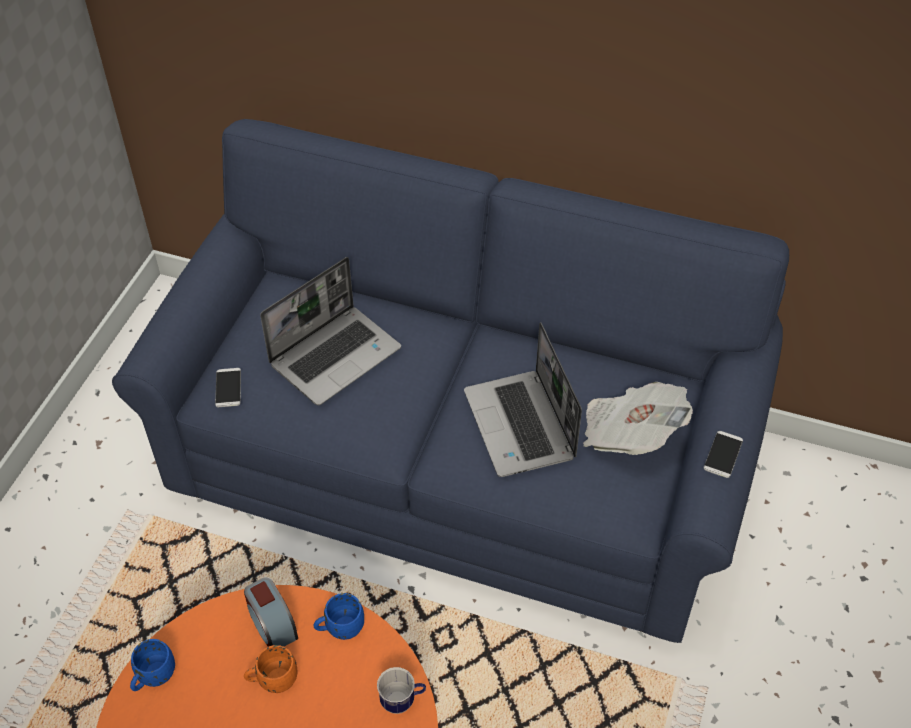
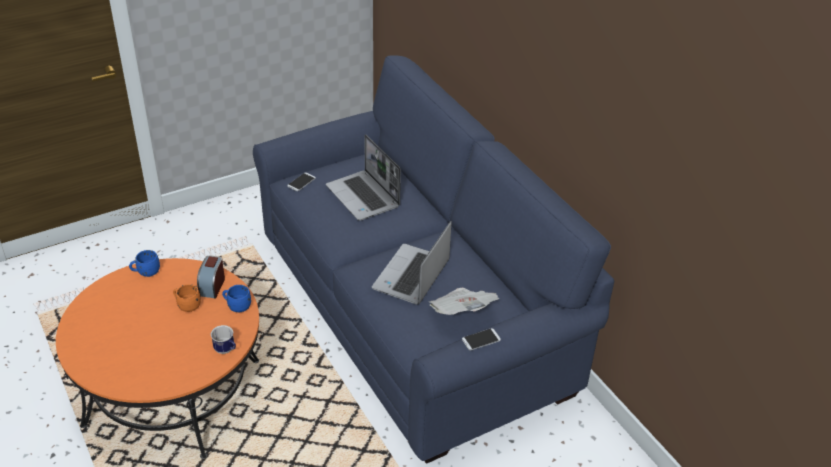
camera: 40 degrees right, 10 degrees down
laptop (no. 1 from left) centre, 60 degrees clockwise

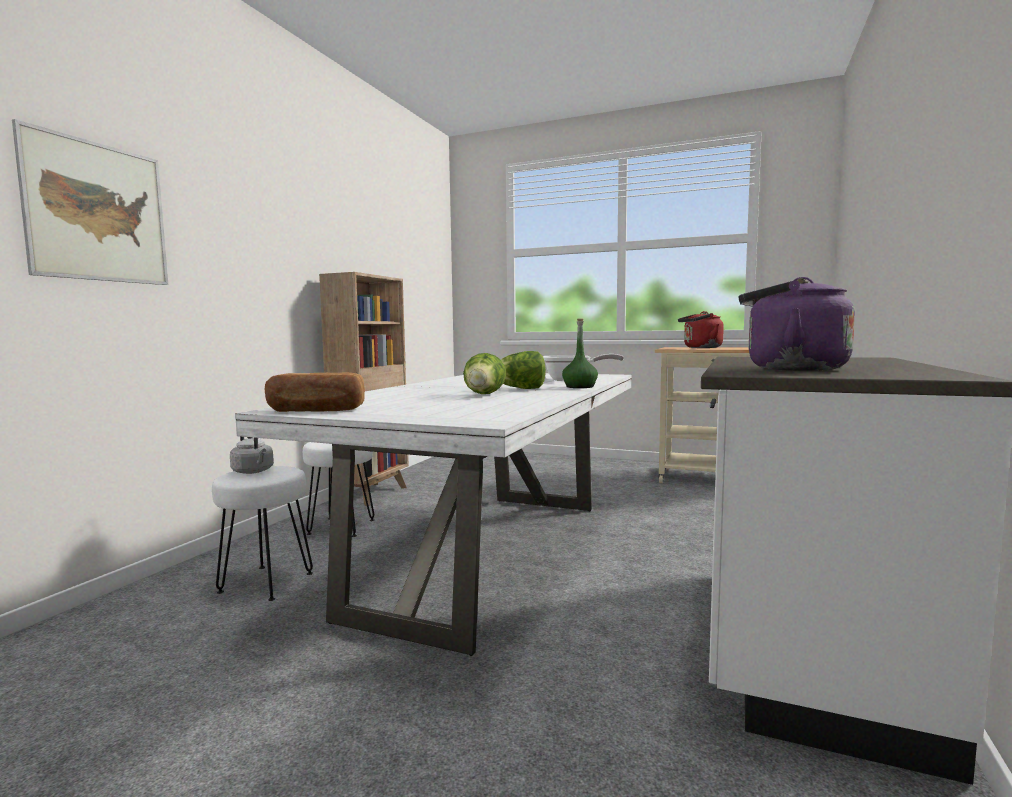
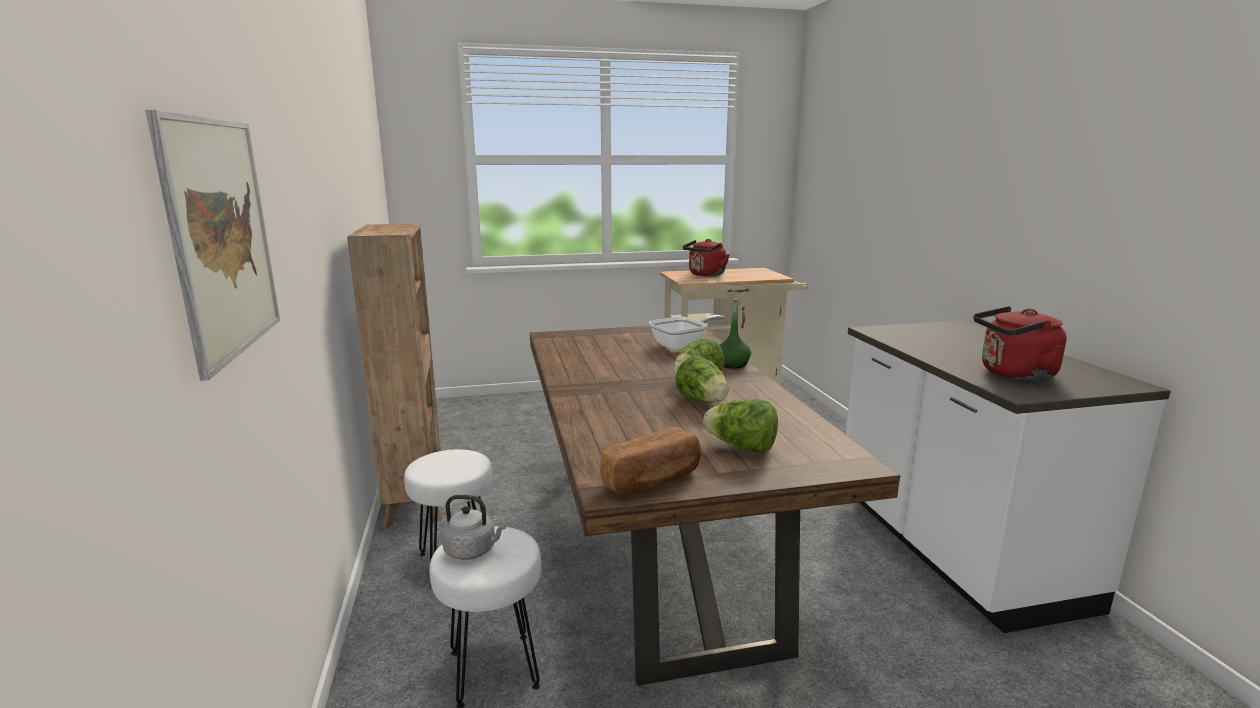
camera: 35 degrees left, 10 degrees up
none -> lettuce (no. 3 from left) centre
whitish kitchen table centre -> brown-coloured kitchen table bottom centre
purple water kettle middle right -> reddish water kettle (no. 2 from left) middle right

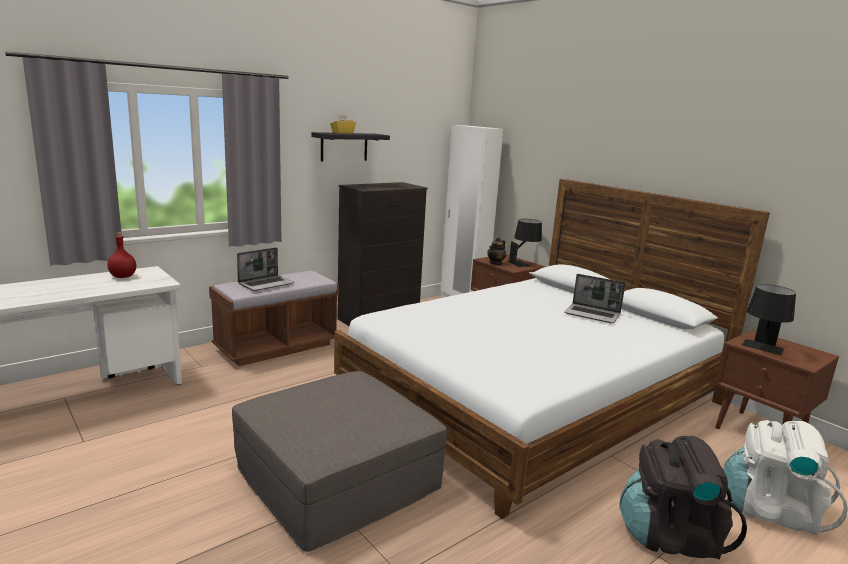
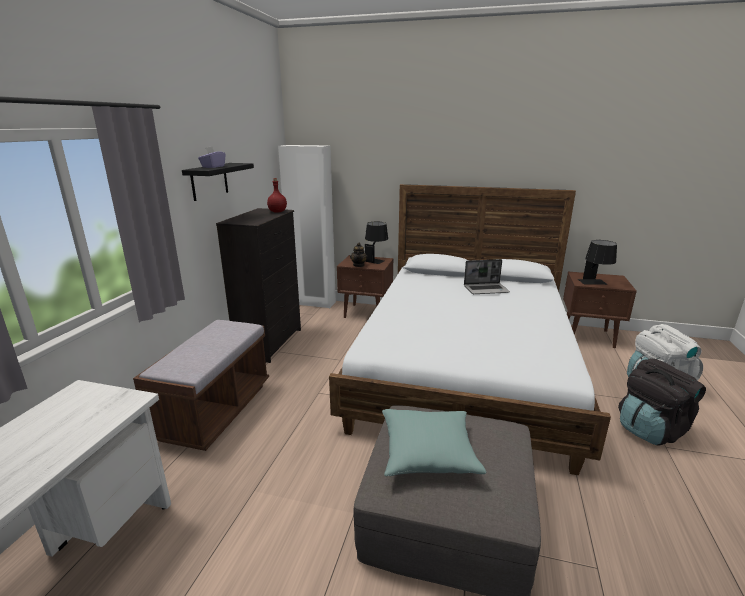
camera: 35 degrees left, 5 degrees up
laptop (no. 1 from left) middle left -> none
none -> blue-green throw pillow bottom centre
reddish bottle middle left -> reddish bottle top centre, shifted
yellowish tissue box top centre -> purple tissue box top left

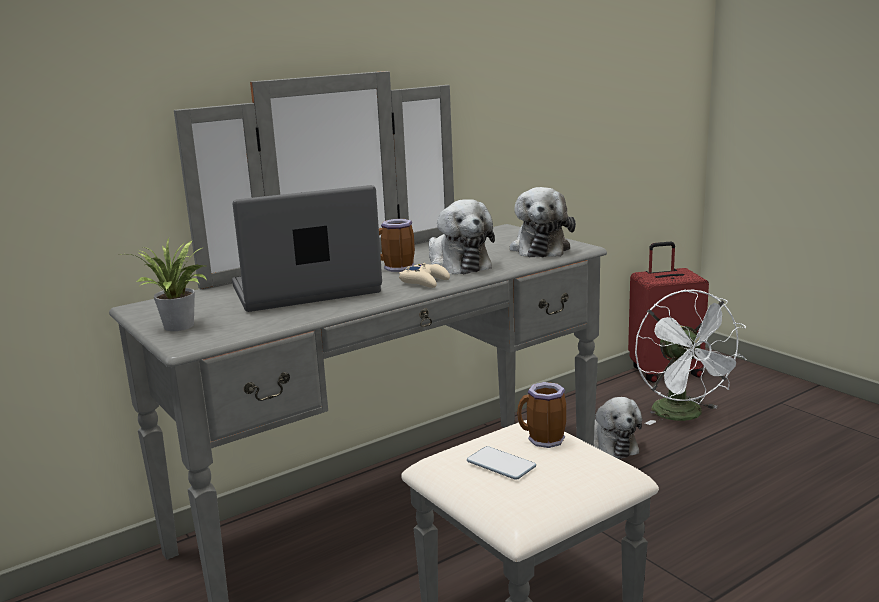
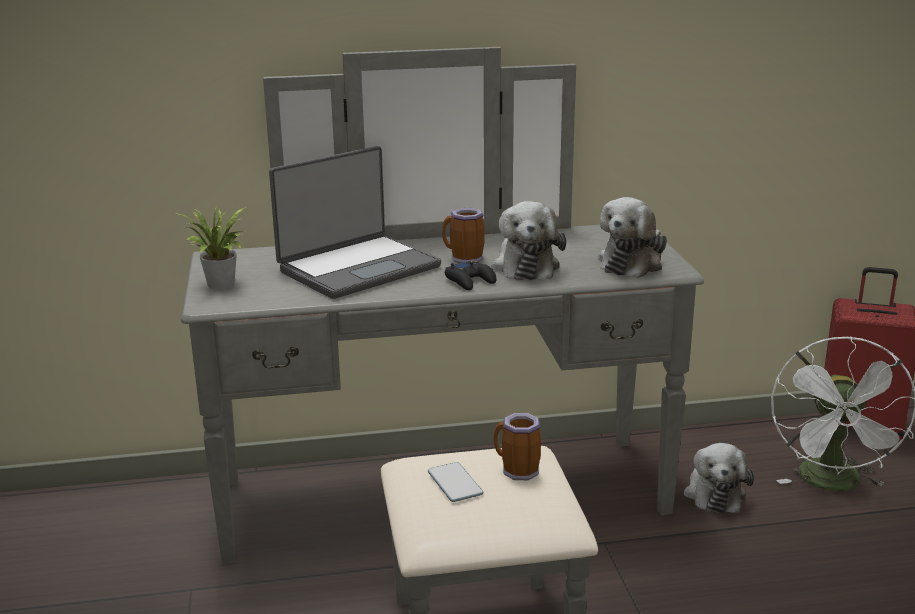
camera: 25 degrees right, 5 degrees up
sand-coloured gamepad centre -> black-coloured gamepad centre
laptop centre, 135 degrees clockwise

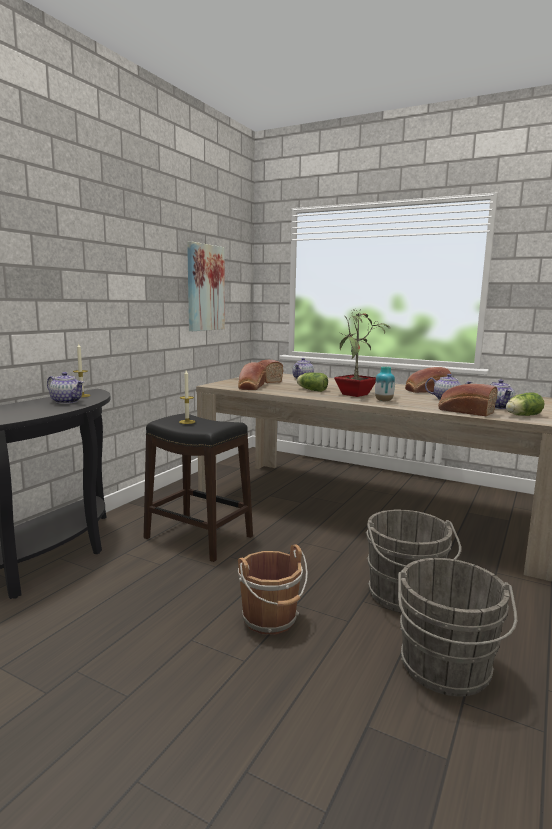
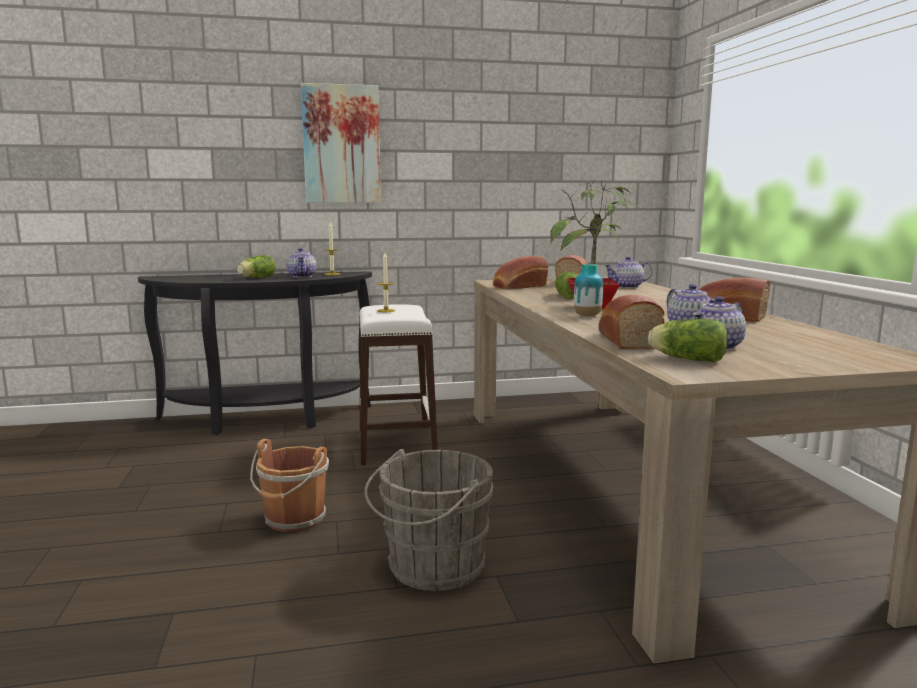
camera: 50 degrees right, 0 degrees up
gray water bucket (no. 2 from left) bottom right -> none
none -> lettuce (no. 1 from left) middle left
wall picture centre -> wall picture top centre, shifted
black-coloured stool seat centre -> whitish stool seat centre

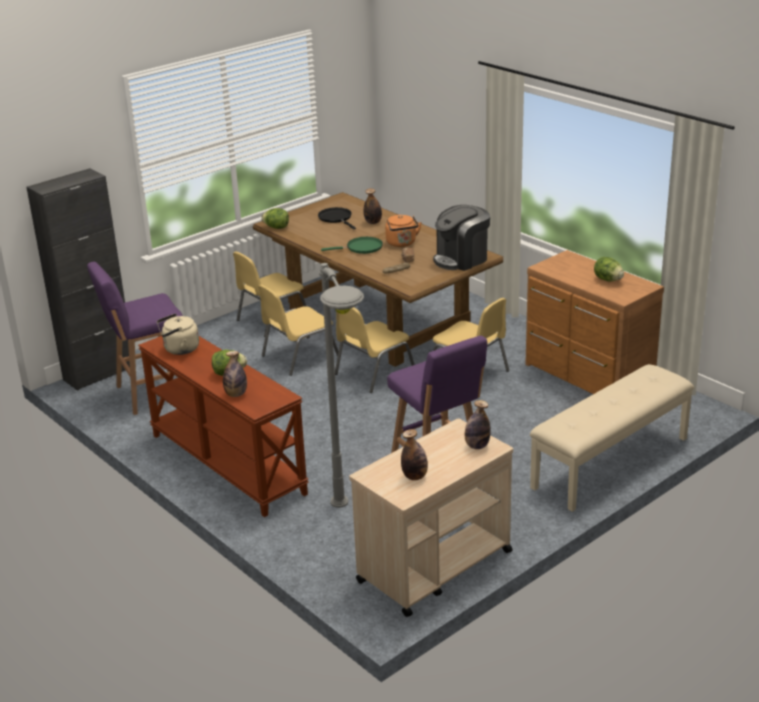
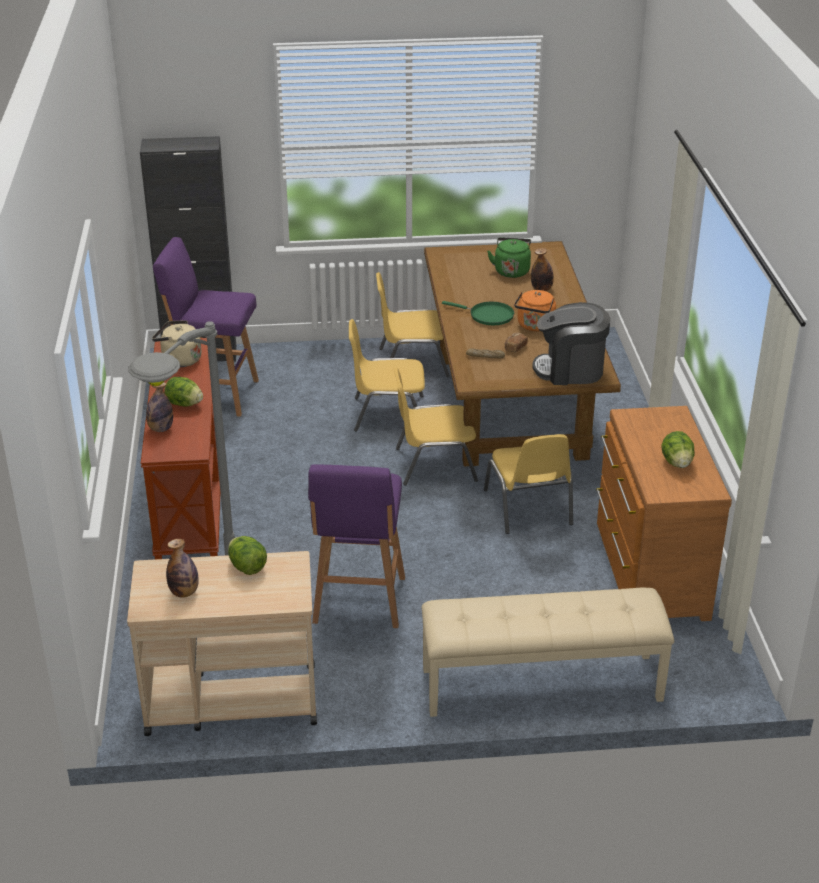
camera: 35 degrees right, 5 degrees up
bottle (no. 4 from left) centre -> none
lettuce (no. 2 from left) top centre -> lettuce (no. 2 from left) middle left, shifted
black-coloured skillet top centre -> green-coloured water kettle top centre

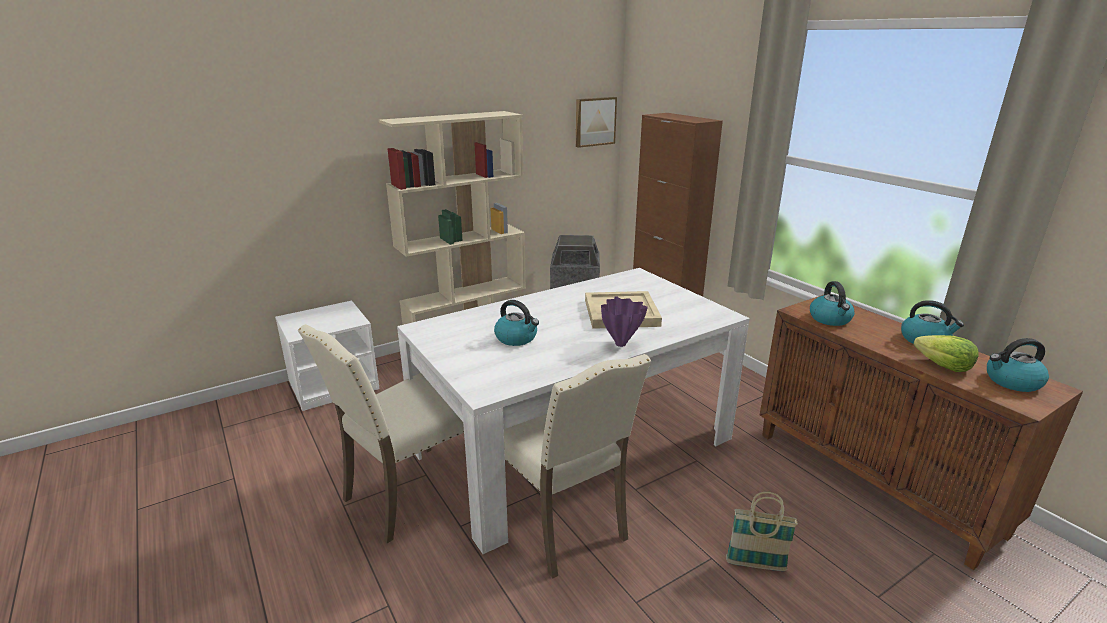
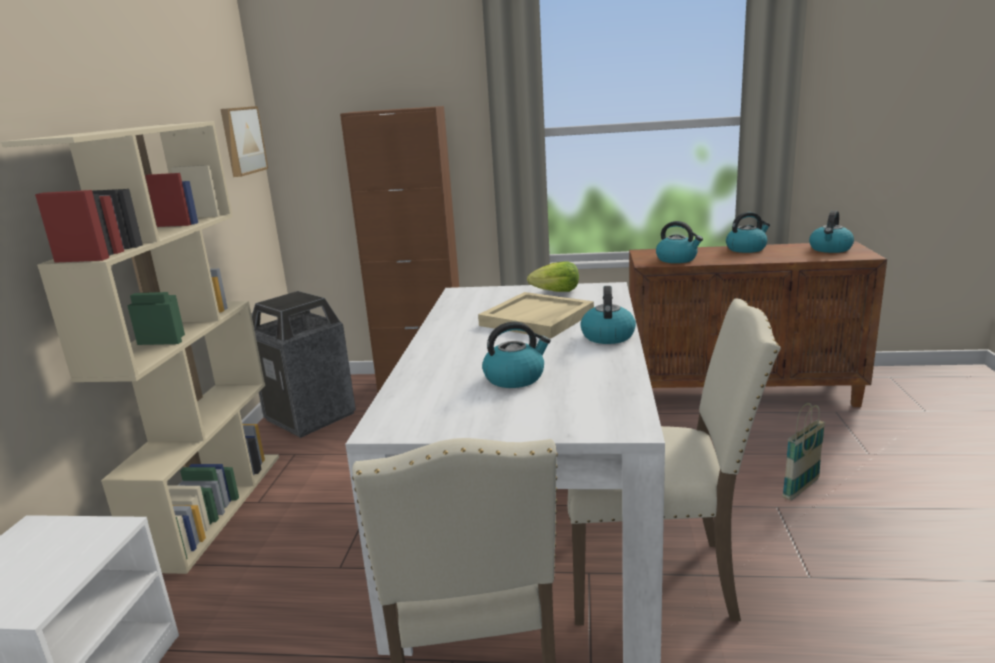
camera: 50 degrees left, 5 degrees down
lettuce middle right -> lettuce centre, shifted
purple flower vase centre -> water kettle (no. 2 from left) centre

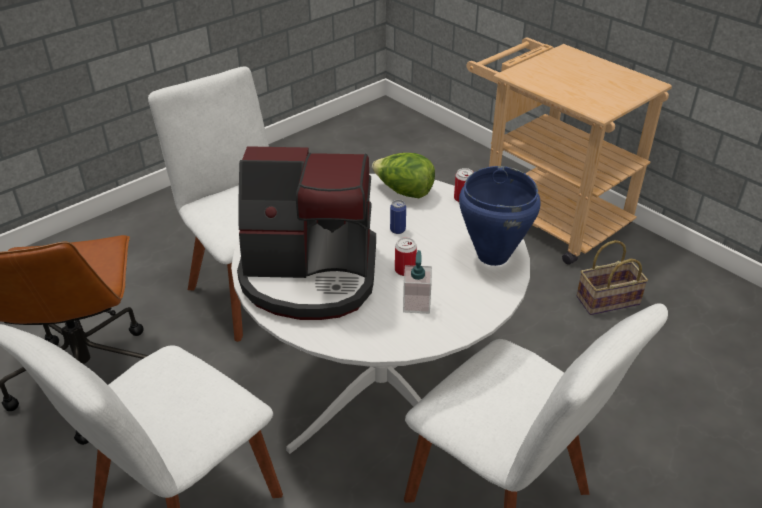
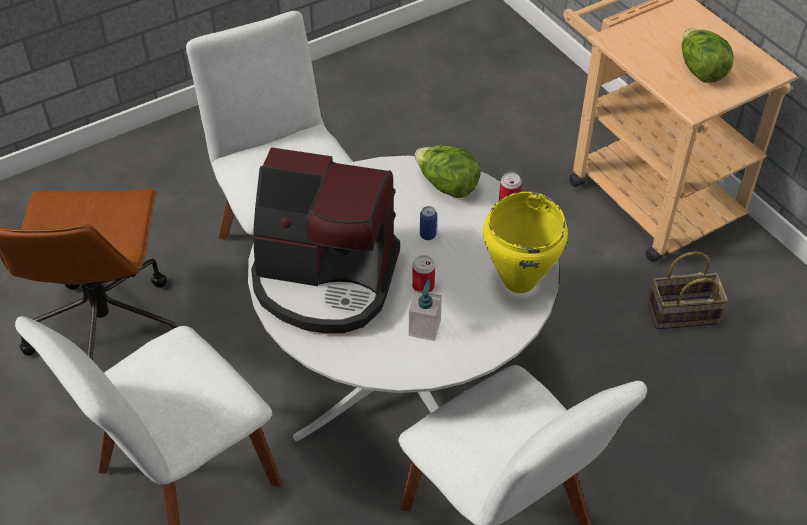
camera: 10 degrees right, 10 degrees up
none -> lettuce (no. 2 from left) top right
bluish cooking pot centre -> yellowish cooking pot centre

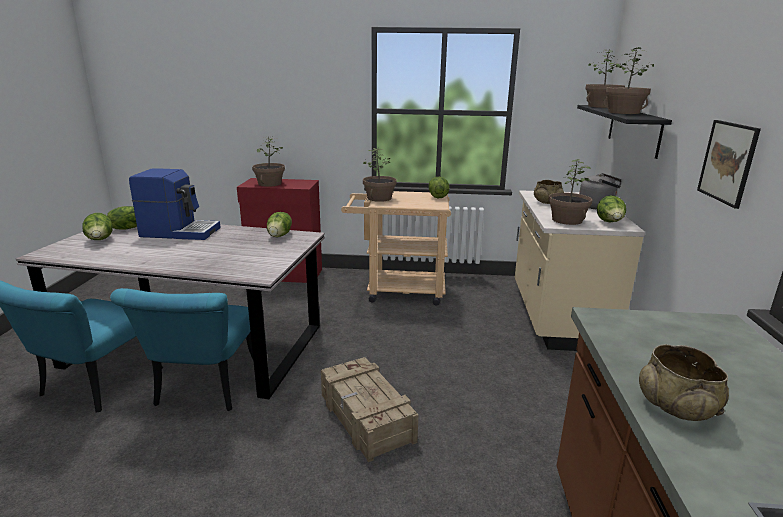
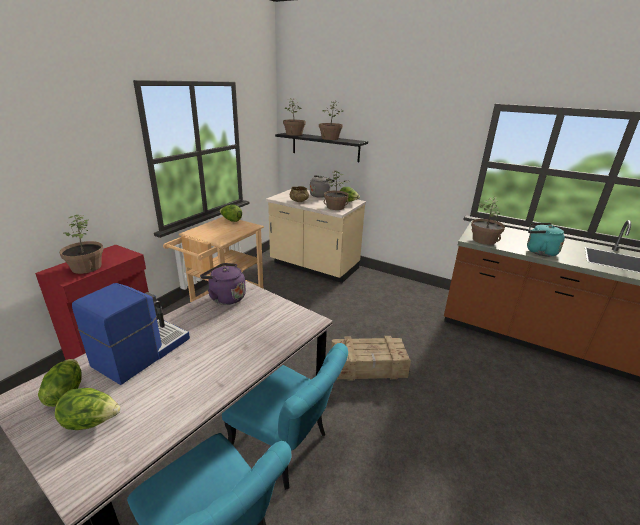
camera: 65 degrees left, 5 degrees up
wall picture top right -> none
potted plant (no. 2 from left in the first image) centre -> potted plant (no. 5 from left) middle right, shifted
lettuce (no. 3 from left) centre -> purple water kettle centre
sand-coloured serving bowl (no. 2 from left) bottom right -> blue-green water kettle middle right

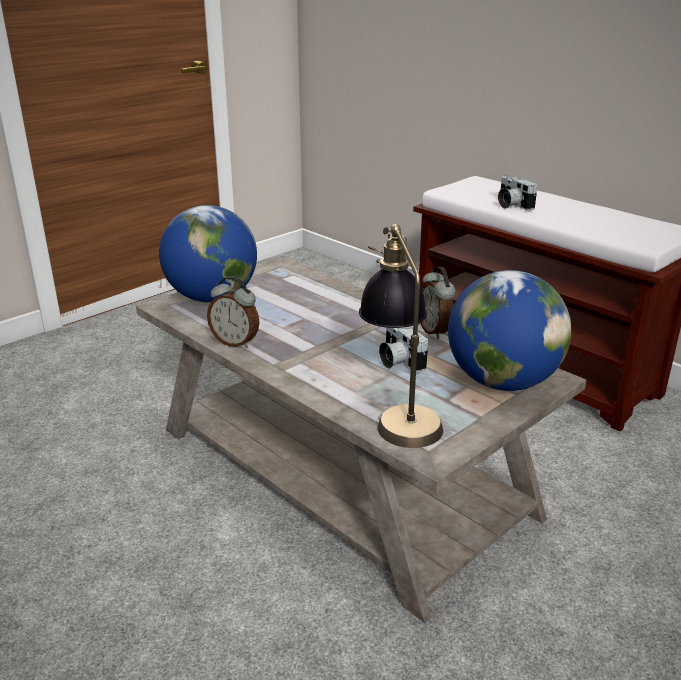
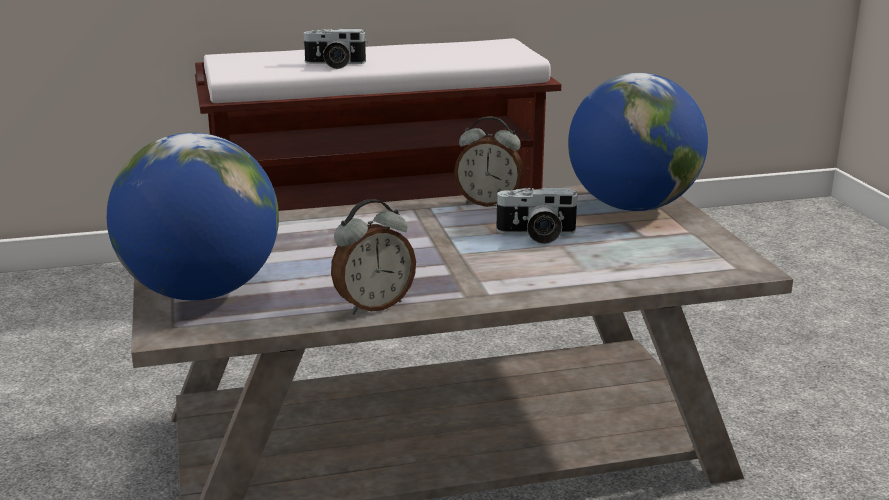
camera: 60 degrees left, 5 degrees down
tabletop lamp centre -> none

